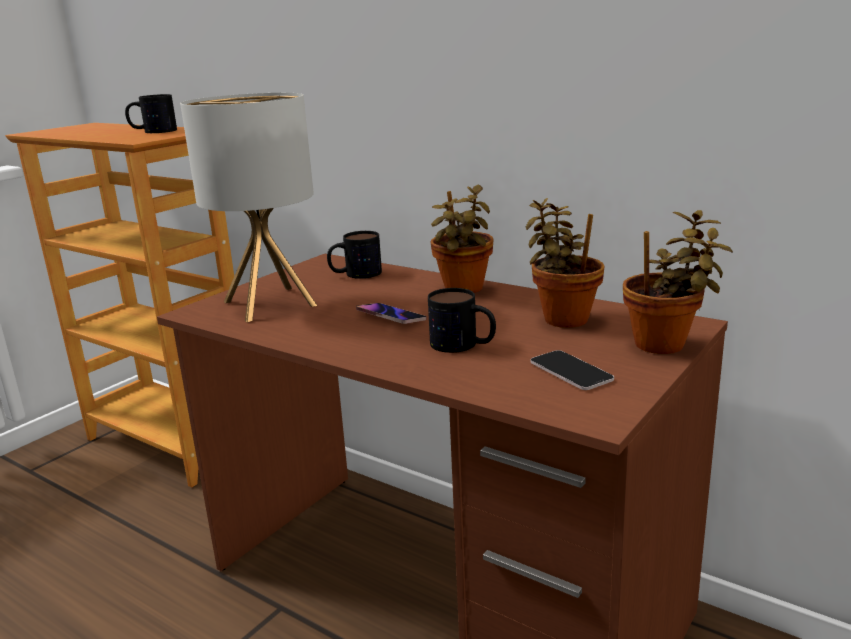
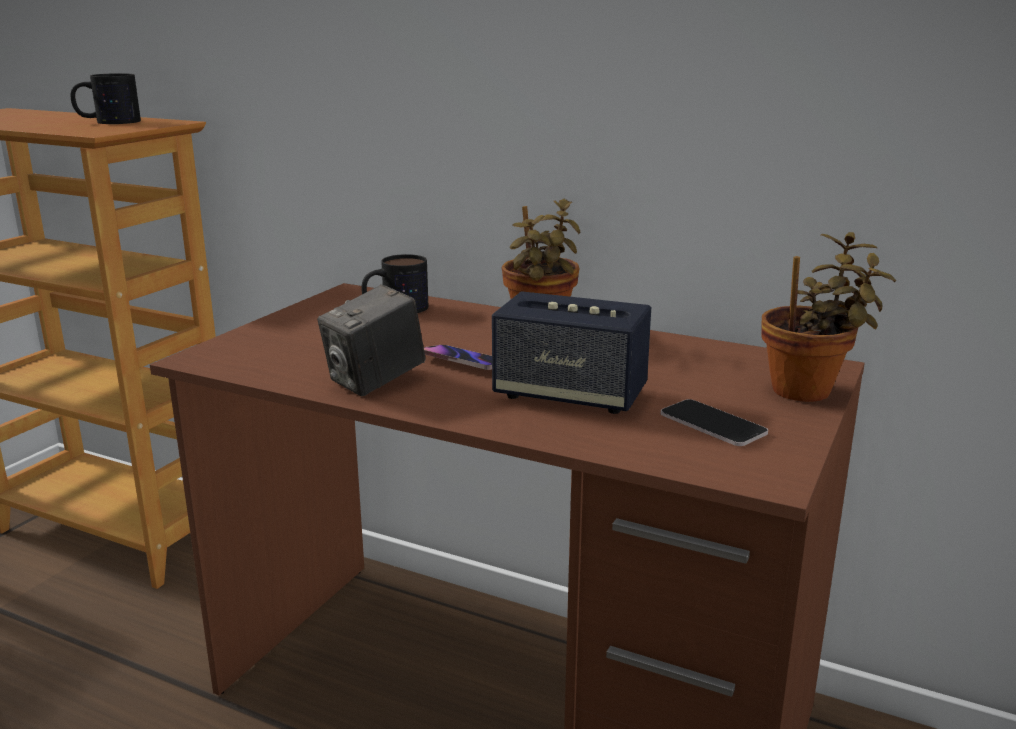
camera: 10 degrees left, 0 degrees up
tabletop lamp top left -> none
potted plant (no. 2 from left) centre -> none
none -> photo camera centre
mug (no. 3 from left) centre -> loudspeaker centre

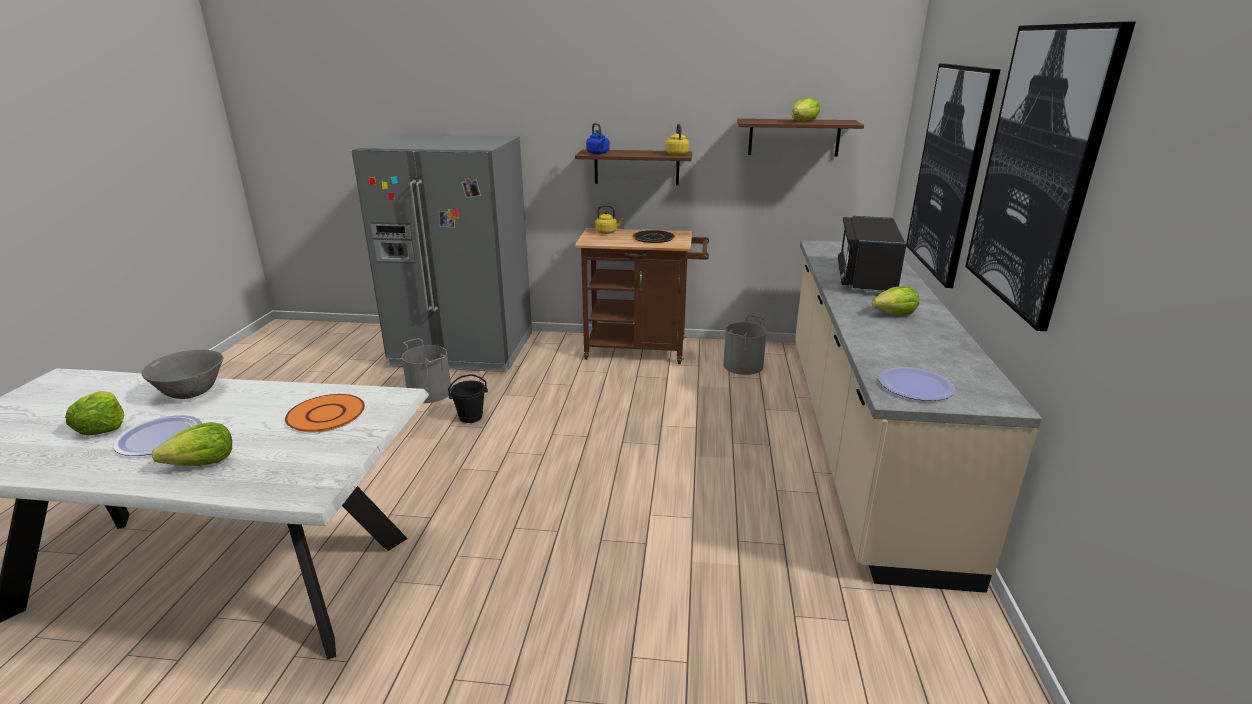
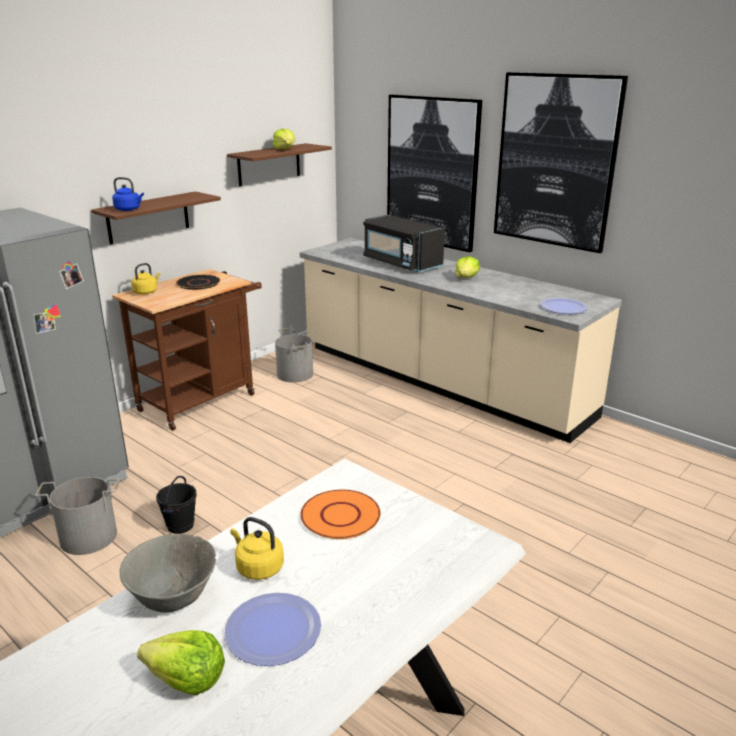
camera: 55 degrees left, 0 degrees up
lettuce (no. 2 from left) middle left -> none
yellowish water kettle (no. 2 from left) top centre -> yellowish water kettle (no. 2 from left) bottom centre, shifted

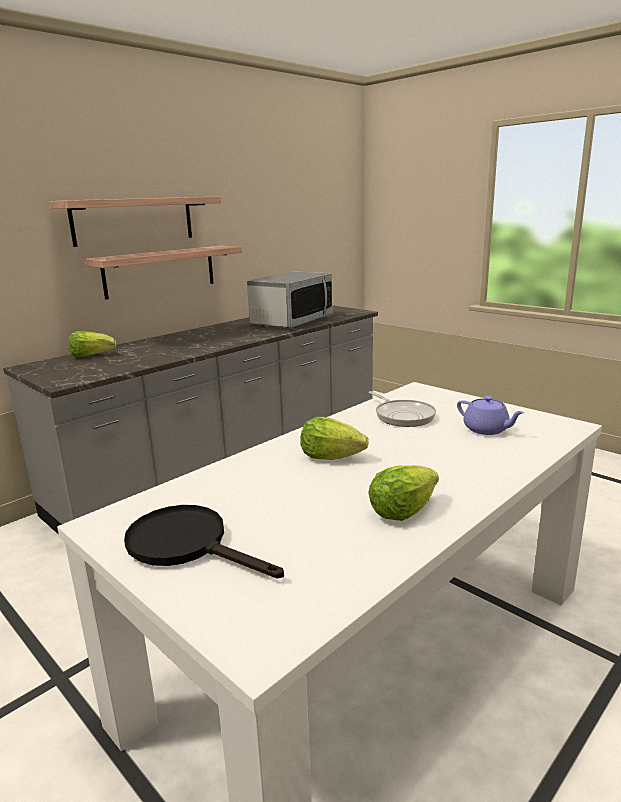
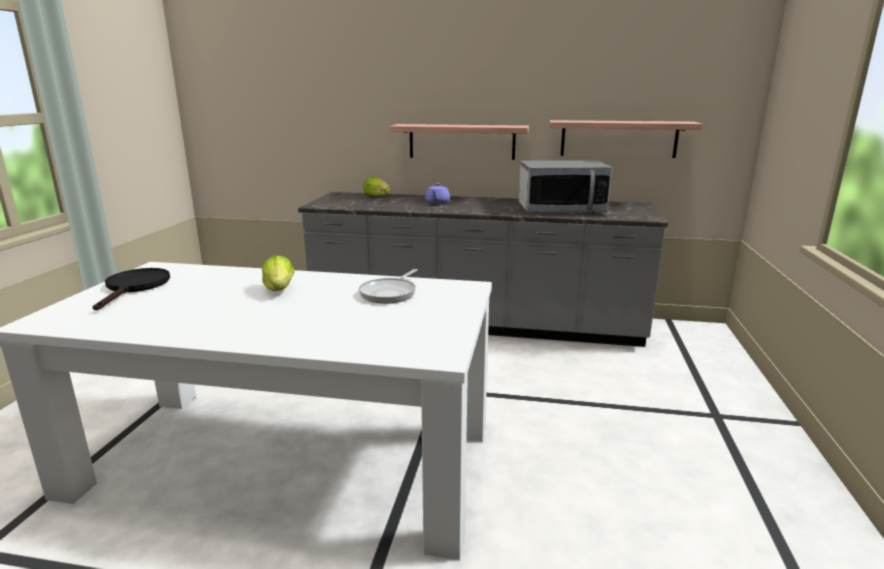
camera: 55 degrees right, 0 degrees up
lettuce (no. 3 from left) centre -> none
wall shelf (no. 1 from left in the first image) top left -> wall shelf (no. 2 from left) top right, shifted
purple tea pot middle right -> purple tea pot centre, shifted

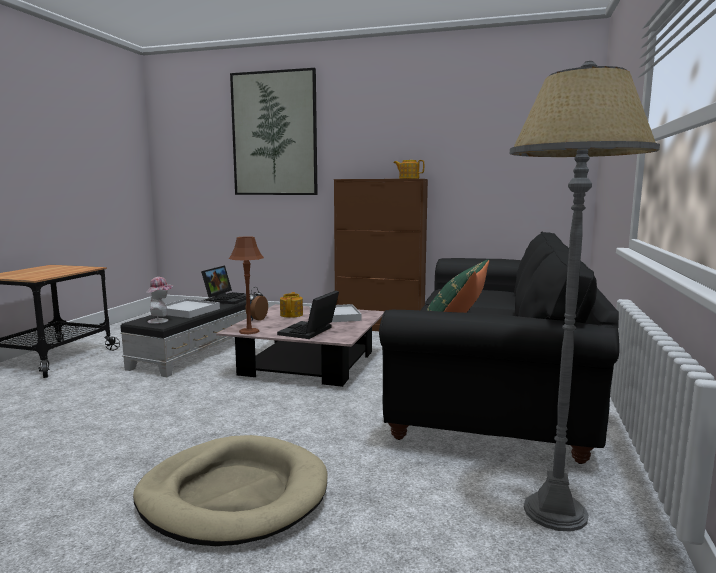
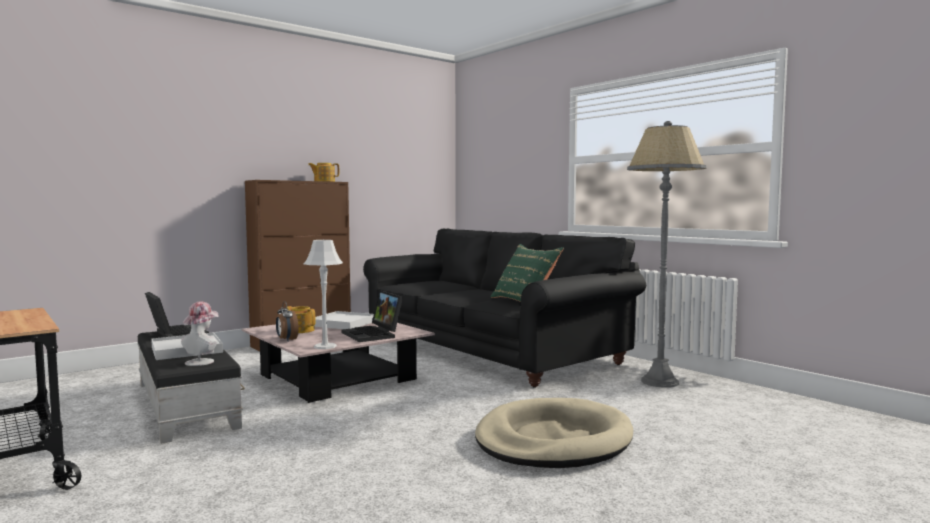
camera: 55 degrees left, 5 degrees down
wall picture top centre -> none
brown-coloured tabletop lamp centre -> gray tabletop lamp centre

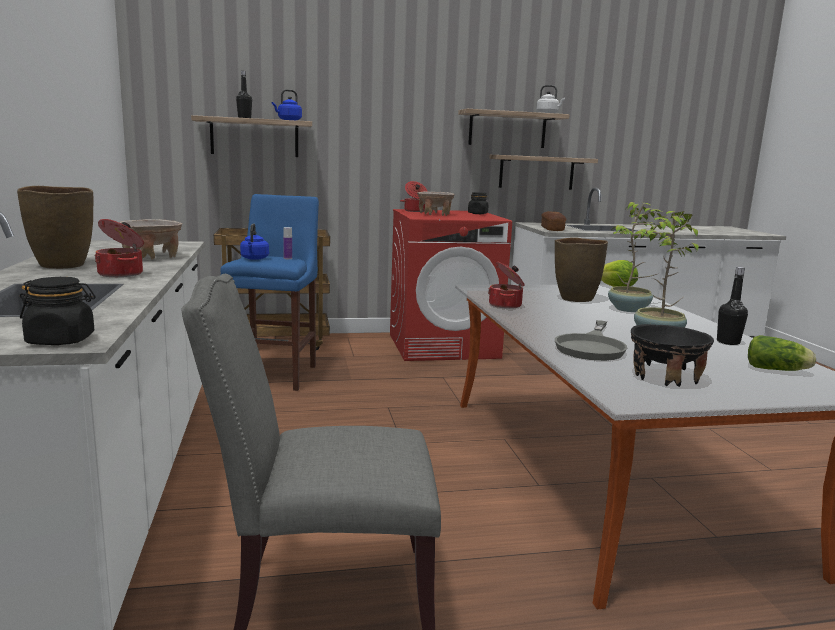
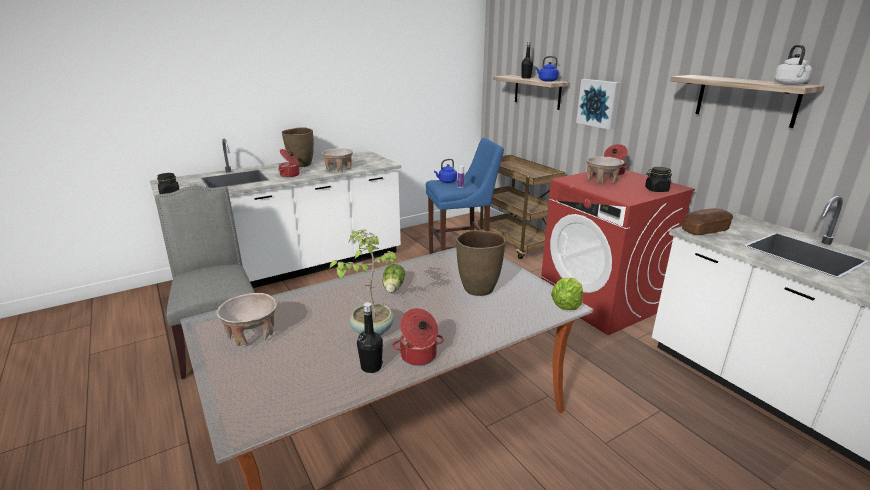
camera: 70 degrees right, 10 degrees up
wall shelf (no. 3 from left) top centre -> none
gray skillet middle right -> none
potted plant (no. 1 from left) middle right -> none
none -> wall picture top right
cooking pot (no. 3 from left in the first image) centre -> cooking pot (no. 2 from left) bottom centre, shifted
lettuce (no. 2 from left in the first image) middle right -> lettuce (no. 1 from left) centre, shifted
black-coloured serving bowl middle right -> sand-coloured serving bowl (no. 1 from left) middle left

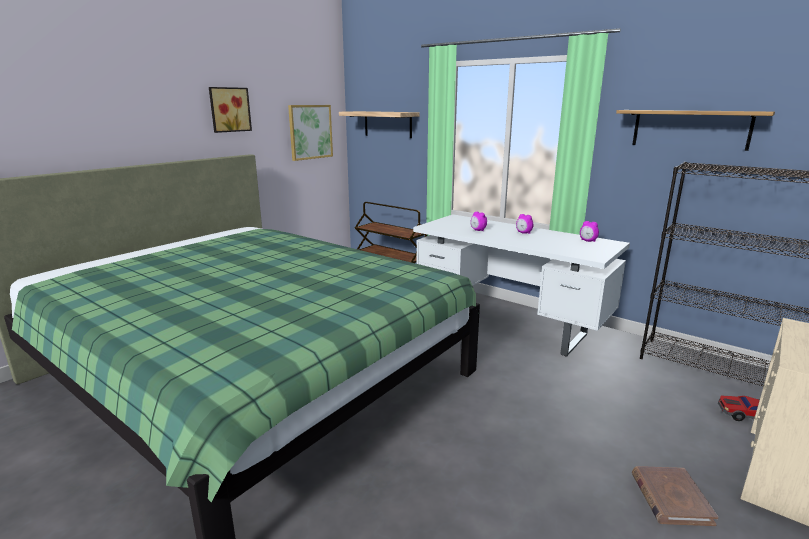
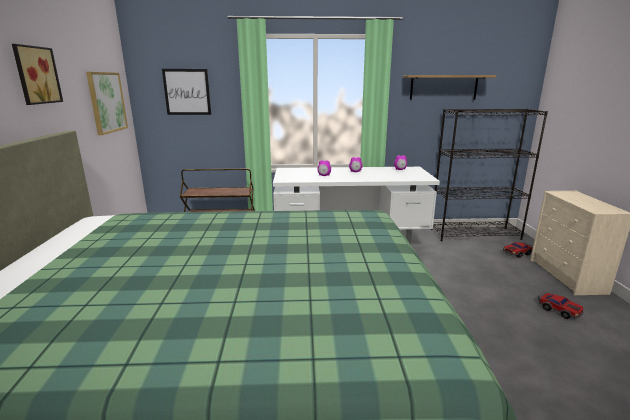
camera: 40 degrees left, 0 degrees up
wall shelf (no. 1 from left) top centre -> wall picture (no. 3 from left) top left
brown-coloured book bottom right -> miniature car (no. 2 from left) bottom right

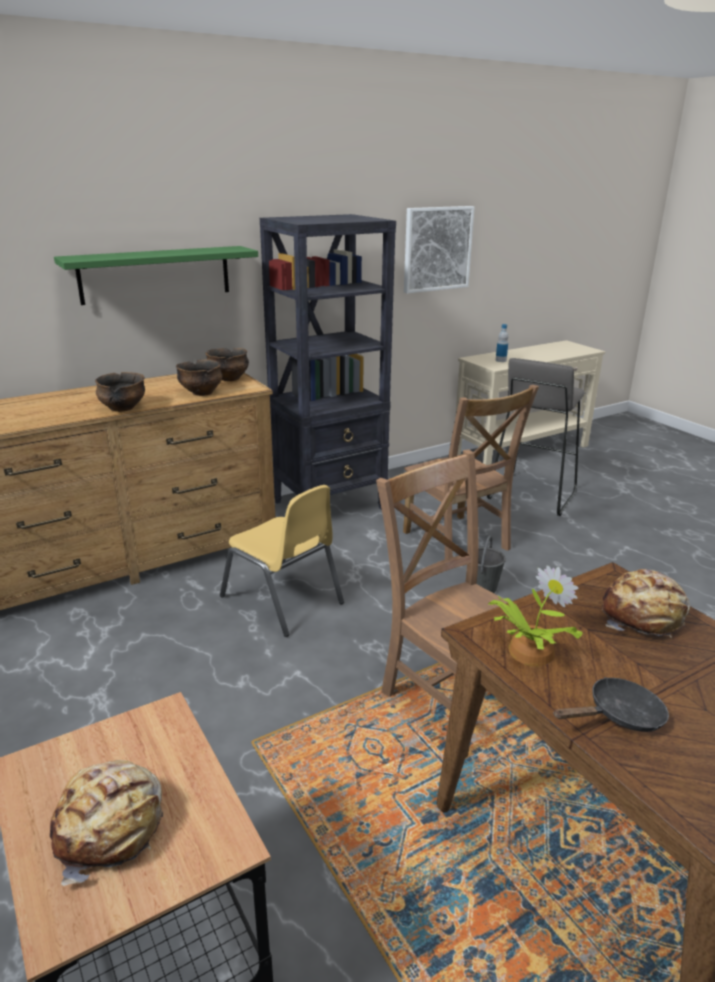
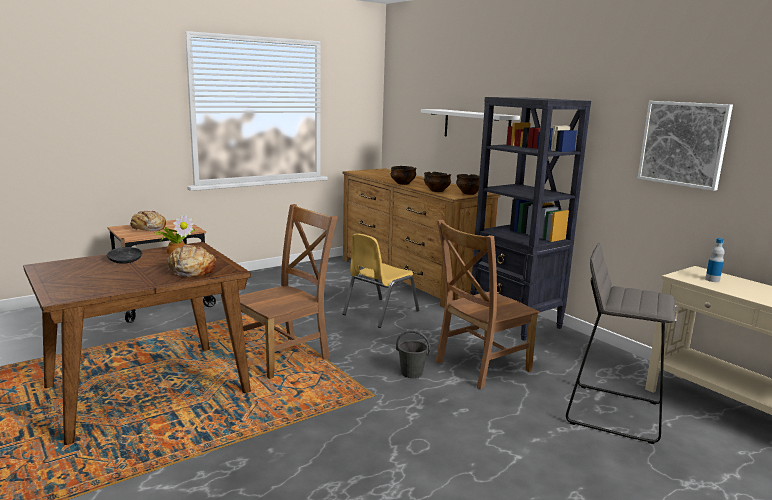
camera: 85 degrees right, 10 degrees down
green-coloured wall shelf top left -> whitish wall shelf top centre

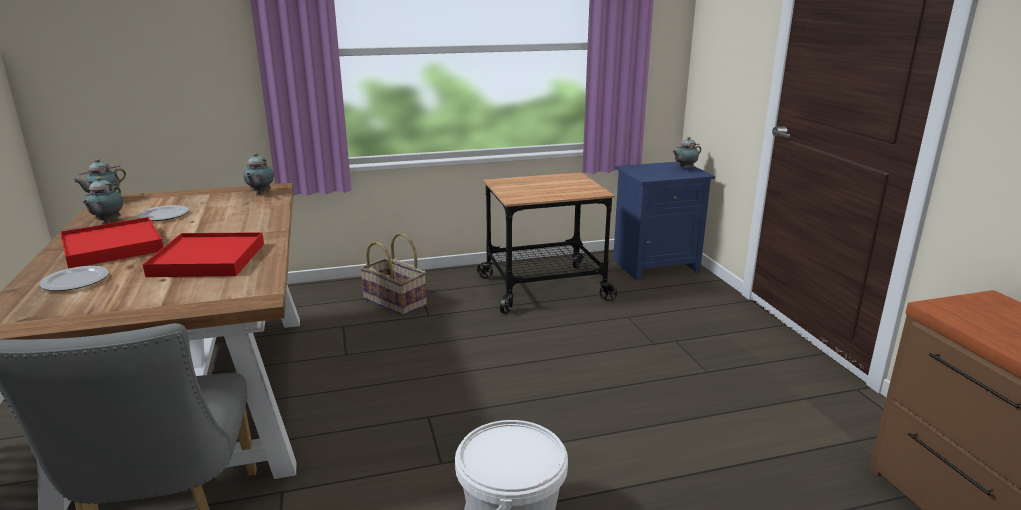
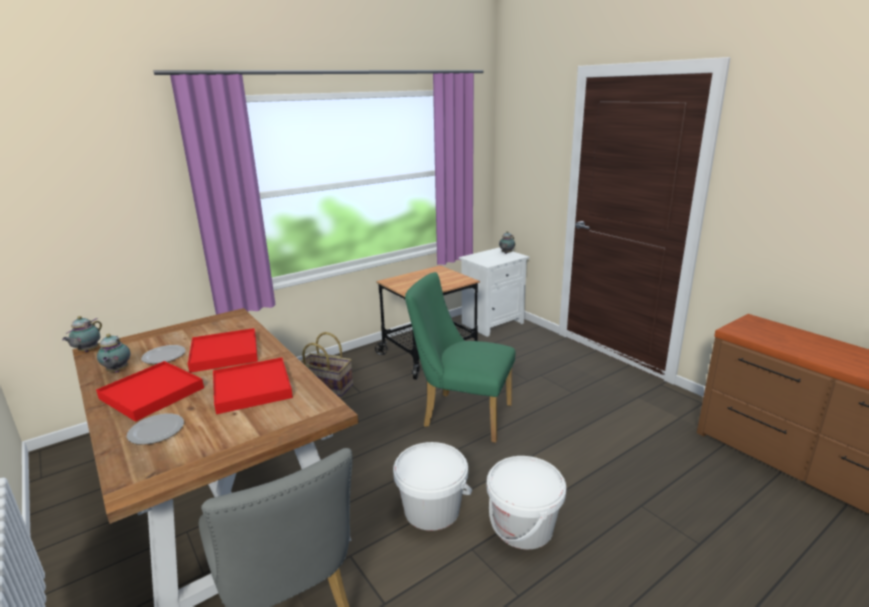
camera: 20 degrees left, 0 degrees up
tea pot (no. 3 from left) middle left -> none
none -> reddish tray (no. 2 from left) middle left
none -> whitish water bucket (no. 1 from left) bottom centre
none -> green-coloured chair centre
bluish bedside table centre -> whitish bedside table centre

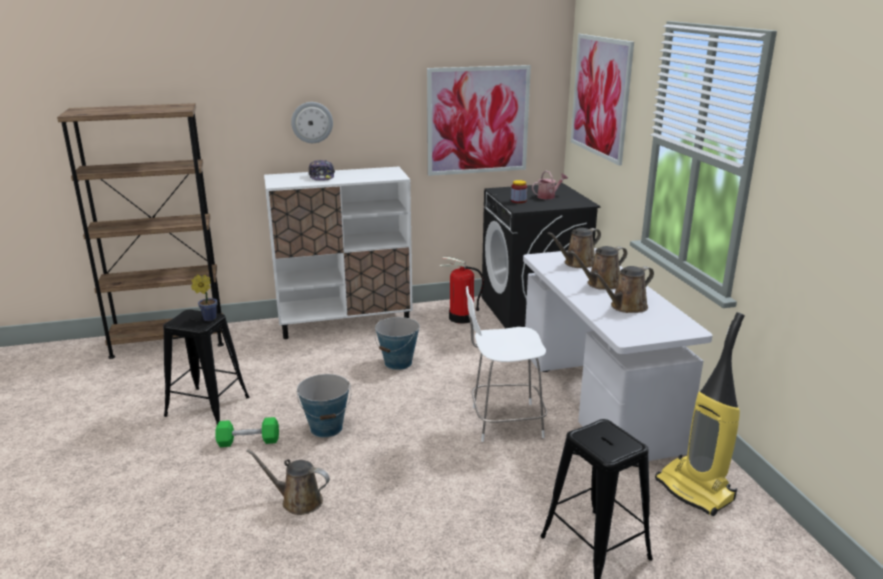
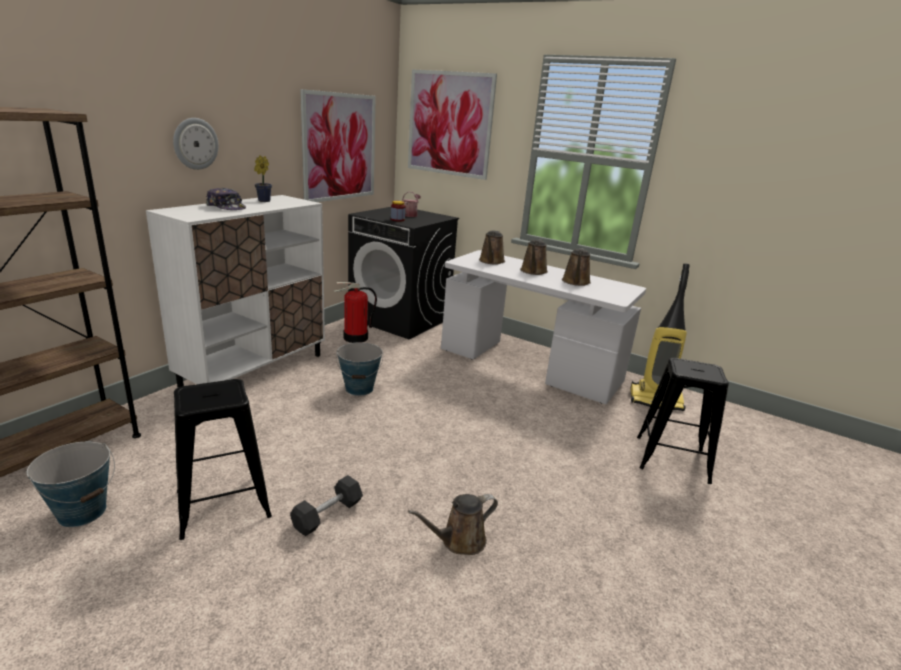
camera: 45 degrees left, 0 degrees up
whitish chair centre -> none
potted plant middle left -> potted plant top left, shifted
water bucket (no. 1 from left) bottom centre -> water bucket (no. 1 from left) bottom left, shifted
green-coloured dumbbell bottom left -> black-coloured dumbbell bottom centre

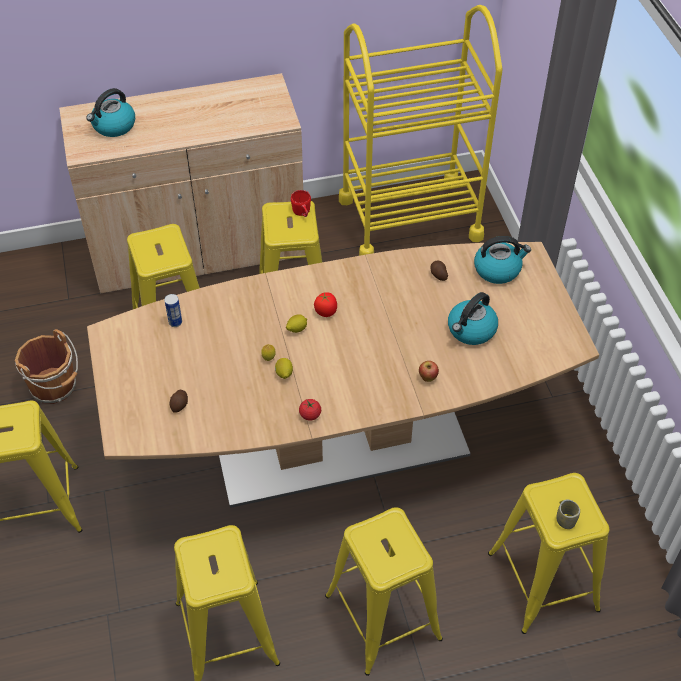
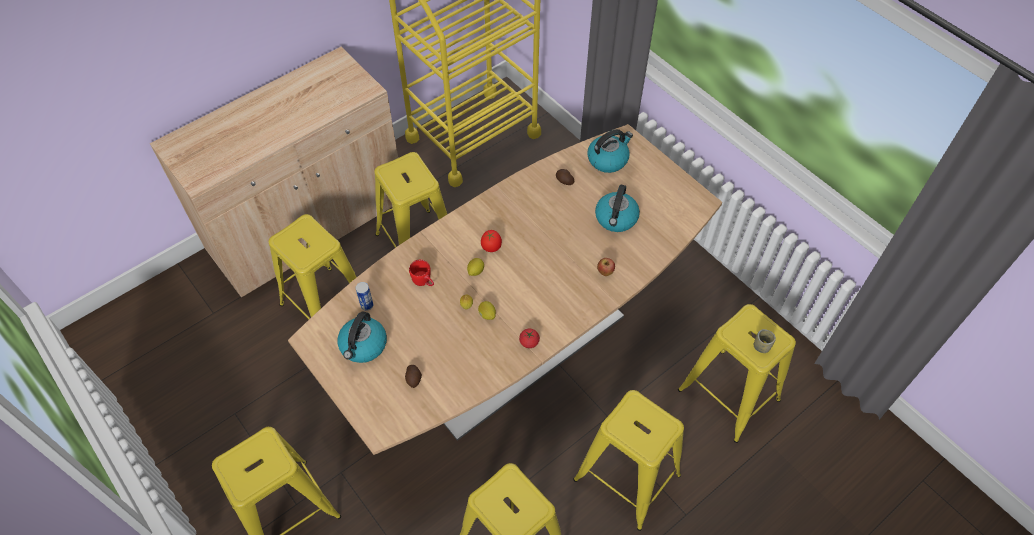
camera: 25 degrees left, 5 degrees up
brown-coloured water bucket middle left -> none
water kettle (no. 1 from left) top left -> water kettle (no. 1 from left) centre, shifted
reddish mug top centre -> reddish mug centre, shifted

